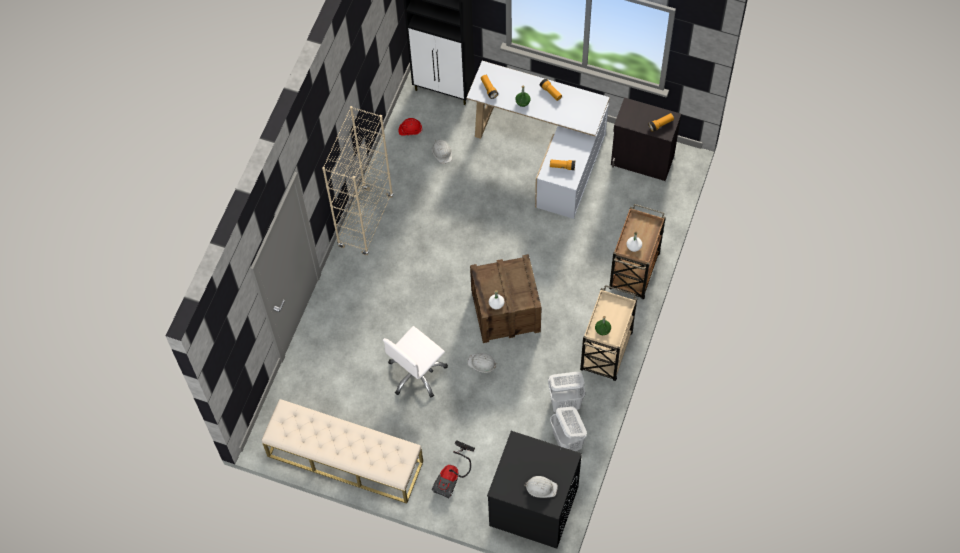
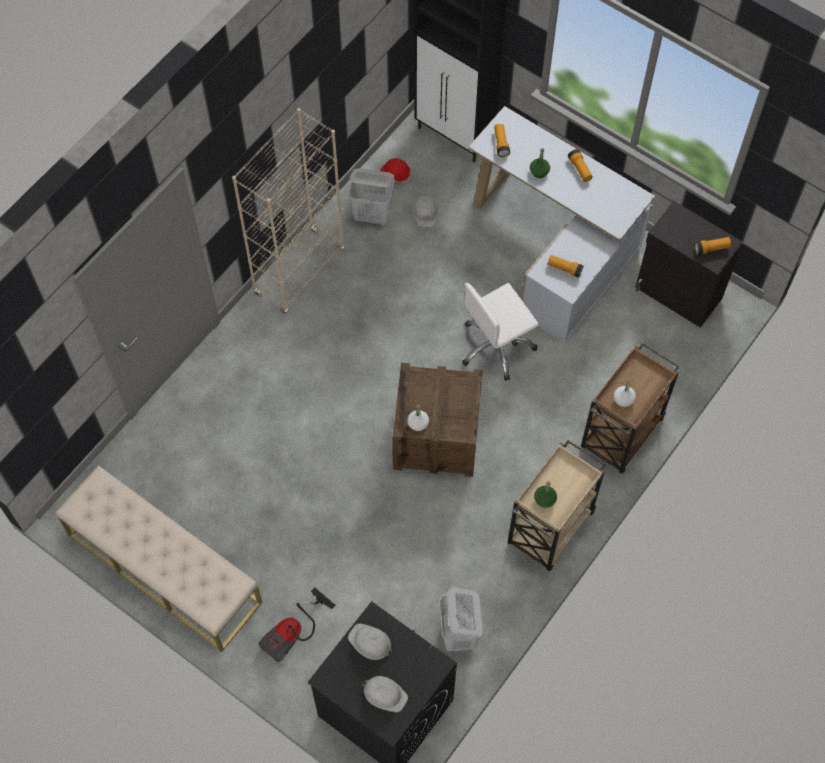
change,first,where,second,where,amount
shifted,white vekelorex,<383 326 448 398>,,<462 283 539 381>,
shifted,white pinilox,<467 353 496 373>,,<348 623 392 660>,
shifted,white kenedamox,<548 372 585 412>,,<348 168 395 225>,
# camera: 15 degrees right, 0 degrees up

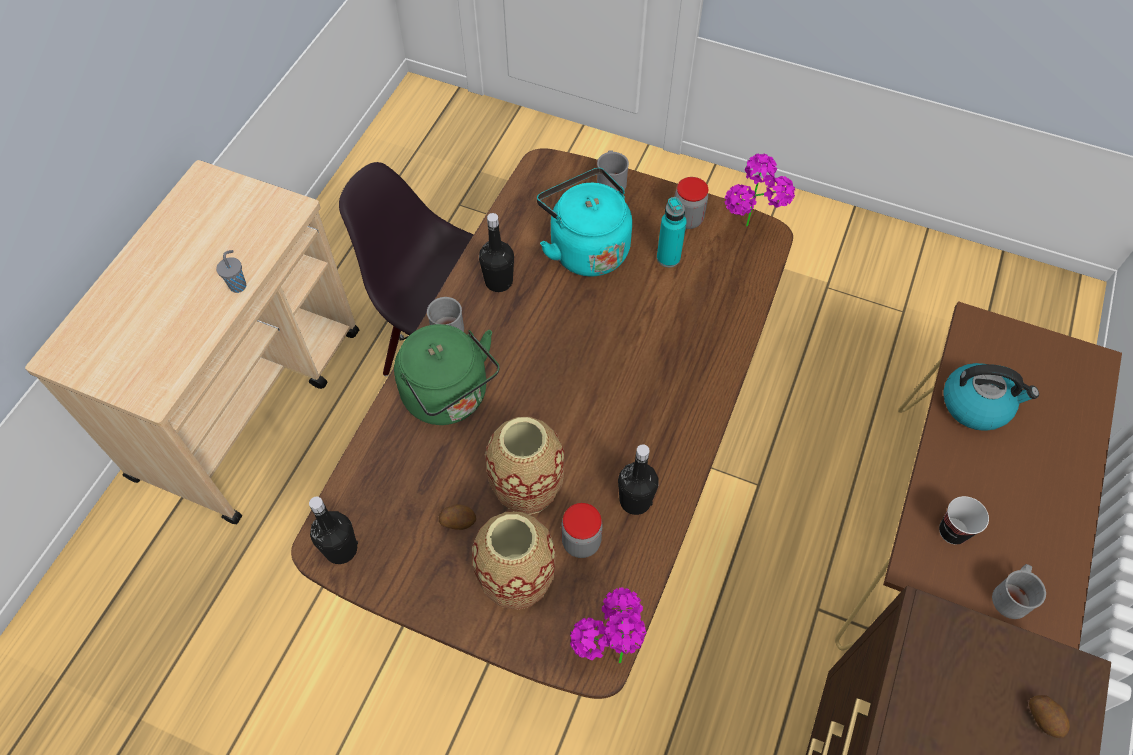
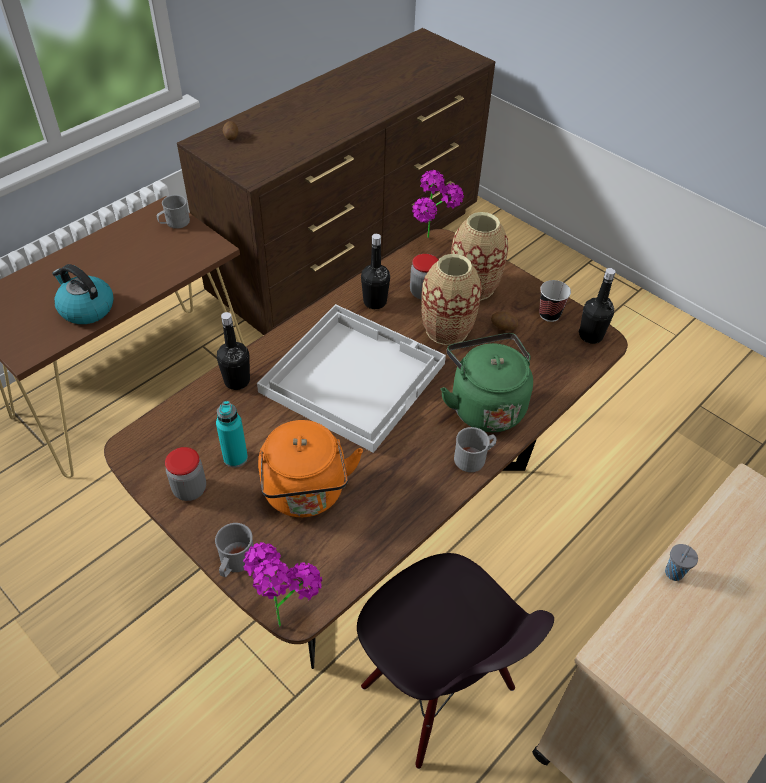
change,first,where,second,where,amount
new,,,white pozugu,<257 304 446 453>,
shifted,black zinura,<479 213 514 292>,,<217 312 250 390>,
shifted,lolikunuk,<725 153 795 227>,,<243 542 322 627>,
shifted,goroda,<939 496 989 544>,,<539 280 571 322>,
repainted,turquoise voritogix,<537 168 632 276>,orange voritogix,<258 420 363 517>,
# camera: 160 degrees left, 10 degrees down

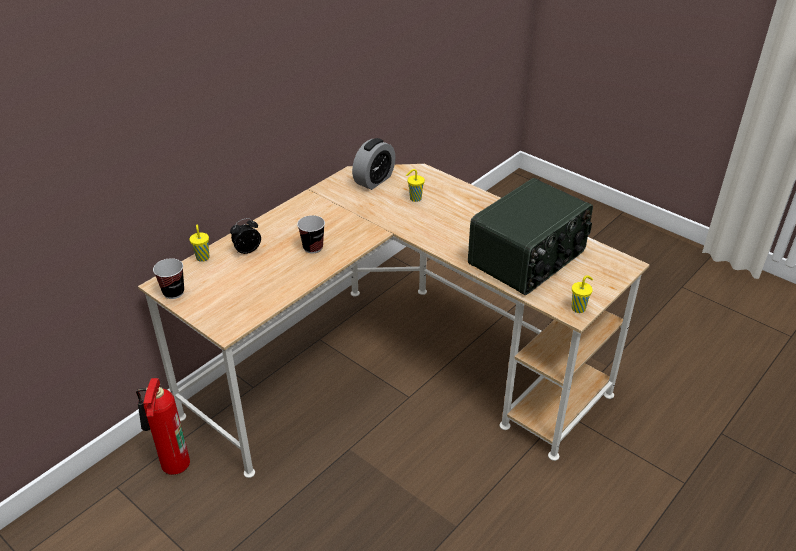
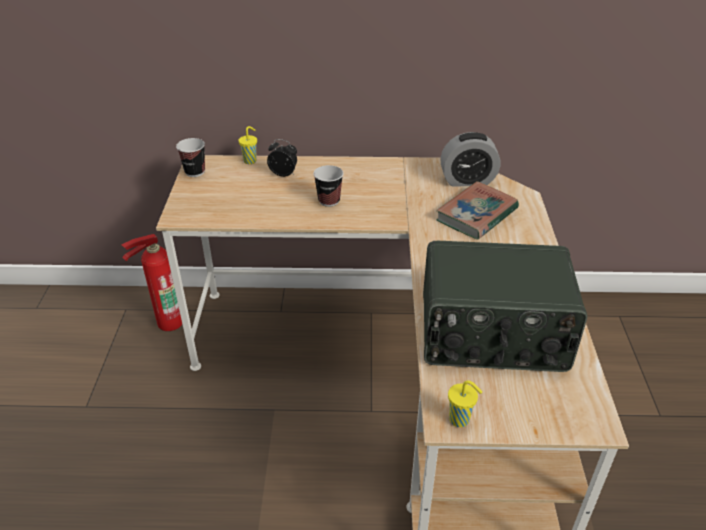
change,first,where,second,where,amount
swapped,yellow goroda,<406 169 425 202>,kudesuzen,<436 181 519 239>,
# camera: 50 degrees right, 0 degrees up

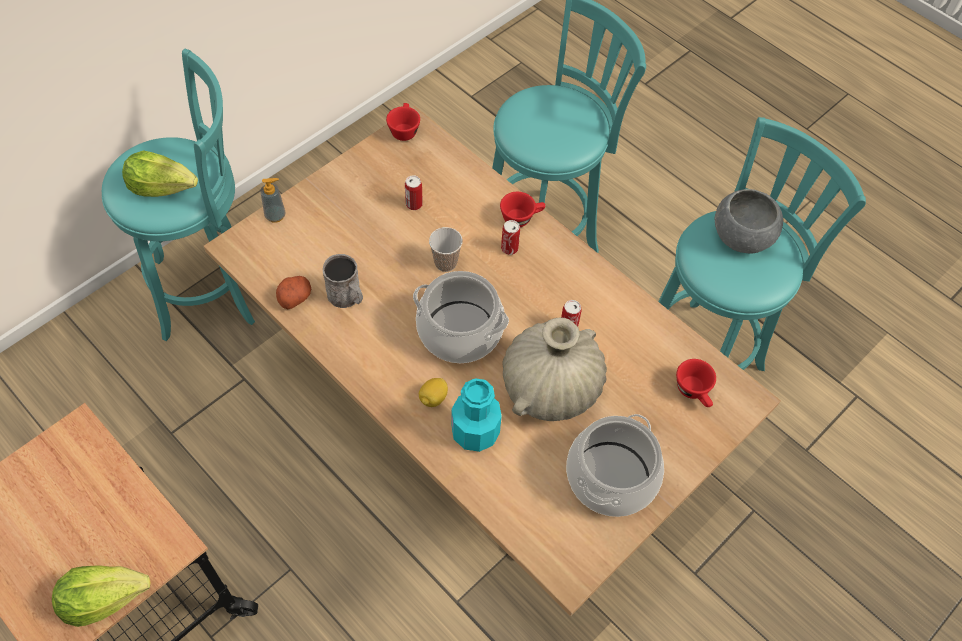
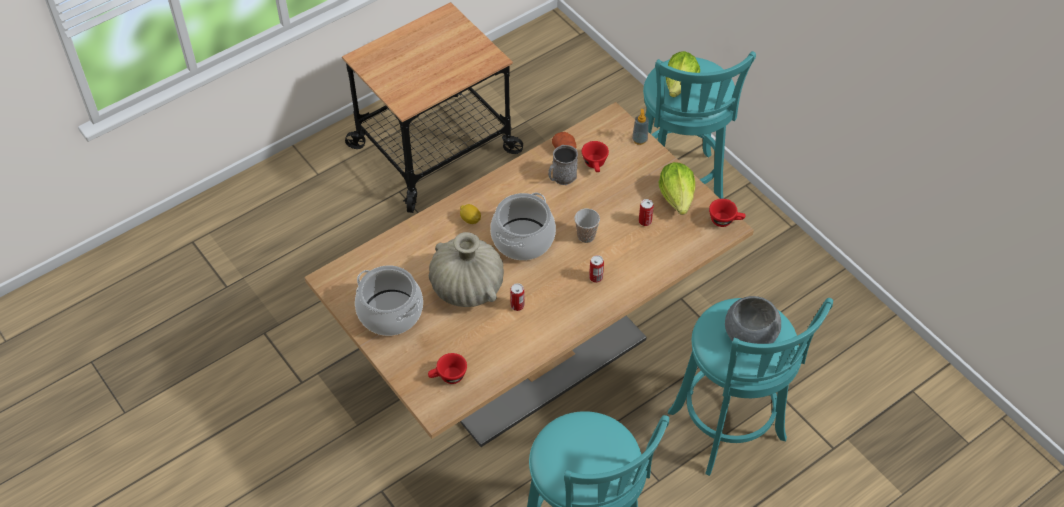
change,first,where,second,where,amount
gone,turquoise zinura,<451 378 502 452>,,,
shifted,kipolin,<52 565 151 627>,,<659 162 695 215>,
shifted,red goroda,<500 192 545 227>,,<582 141 609 172>,
shifted,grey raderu,<715 189 783 253>,,<725 296 781 344>,
# camera: 100 degrees right, 5 degrees down

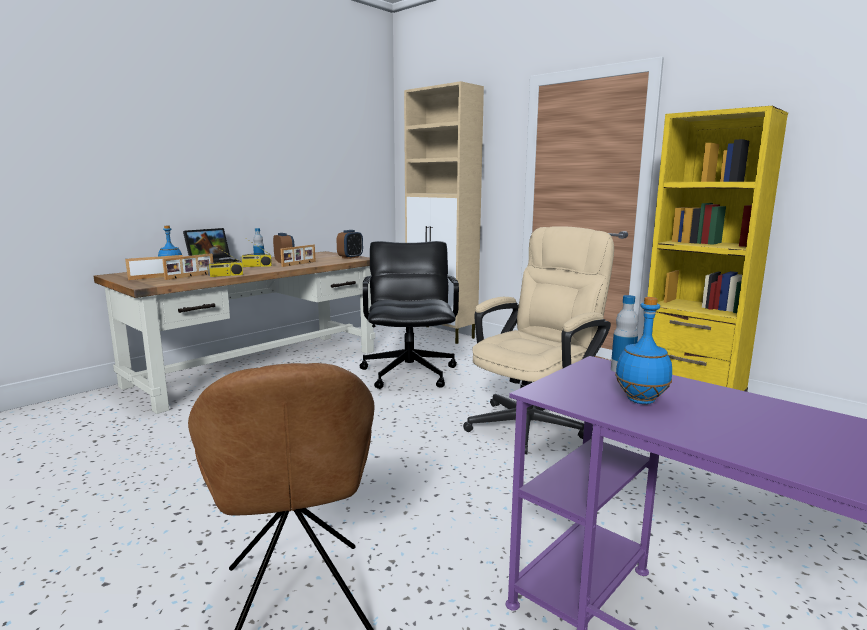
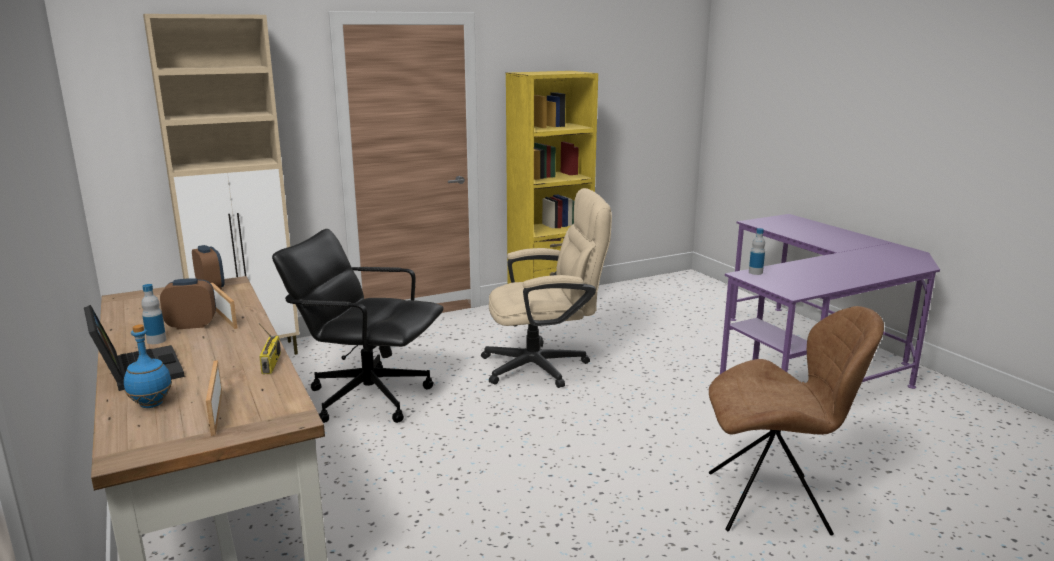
change,first,where,second,where,amount
gone,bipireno,<162 254 213 280>,,,
gone,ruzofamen,<240 238 272 267>,,,
gone,blue zinura,<615 297 672 404>,,,
rotated,beige vekelorex,<463 226 614 455>,,<481 188 612 388>,105 degrees clockwise
# camera: 70 degrees left, 5 degrees up

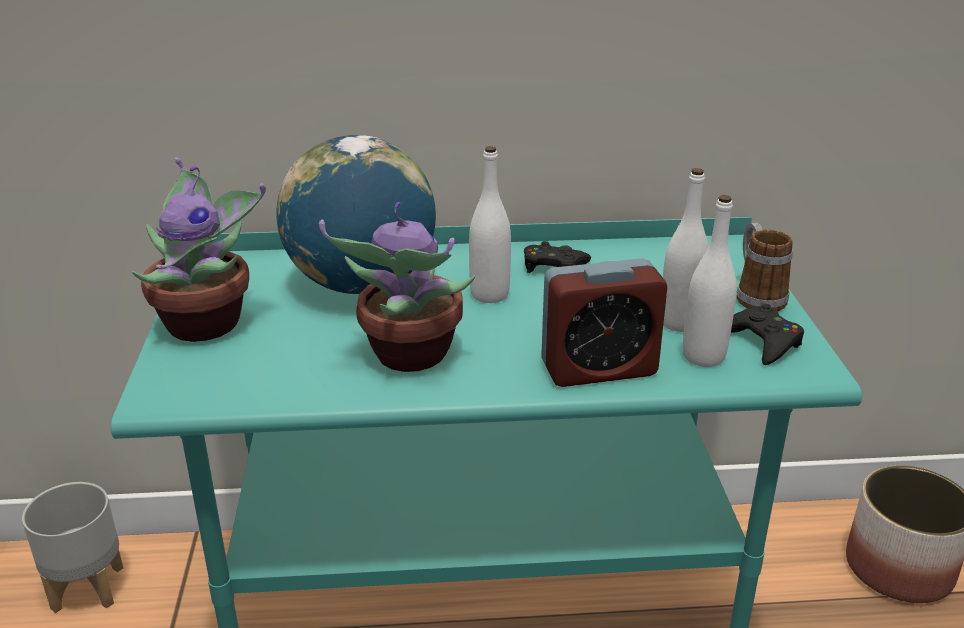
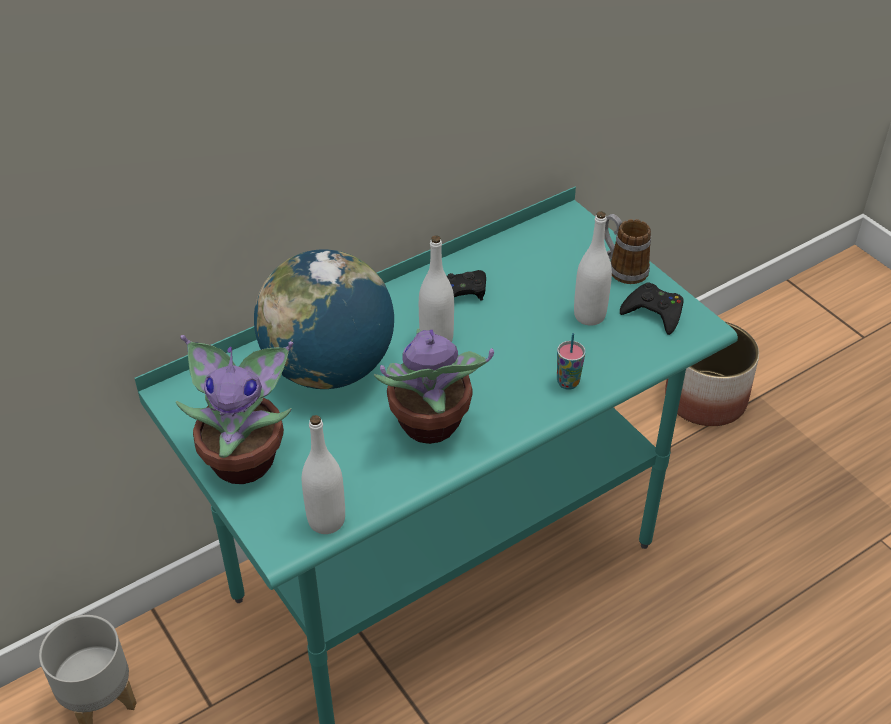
change,first,where,second,where,amount
shifted,white zinura,<683 195 737 367>,,<302 415 345 534>,
swapped,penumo,<541 259 667 387>,goroda,<557 333 586 390>,
# camera: 30 degrees left, 15 degrees up

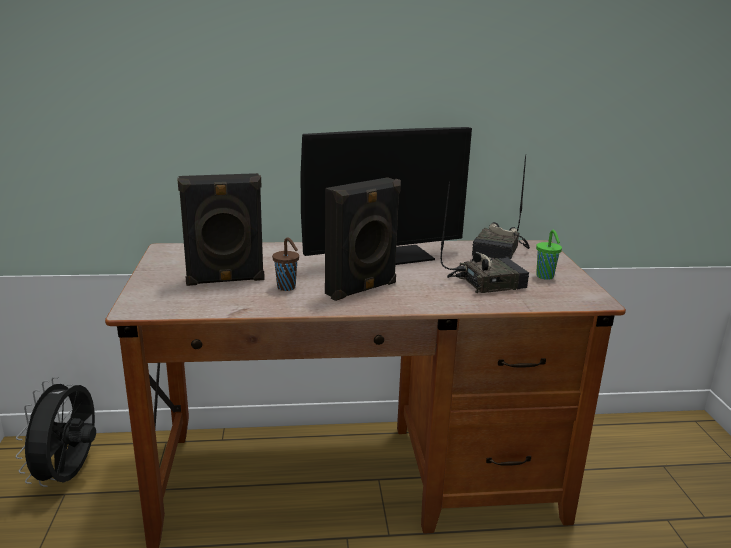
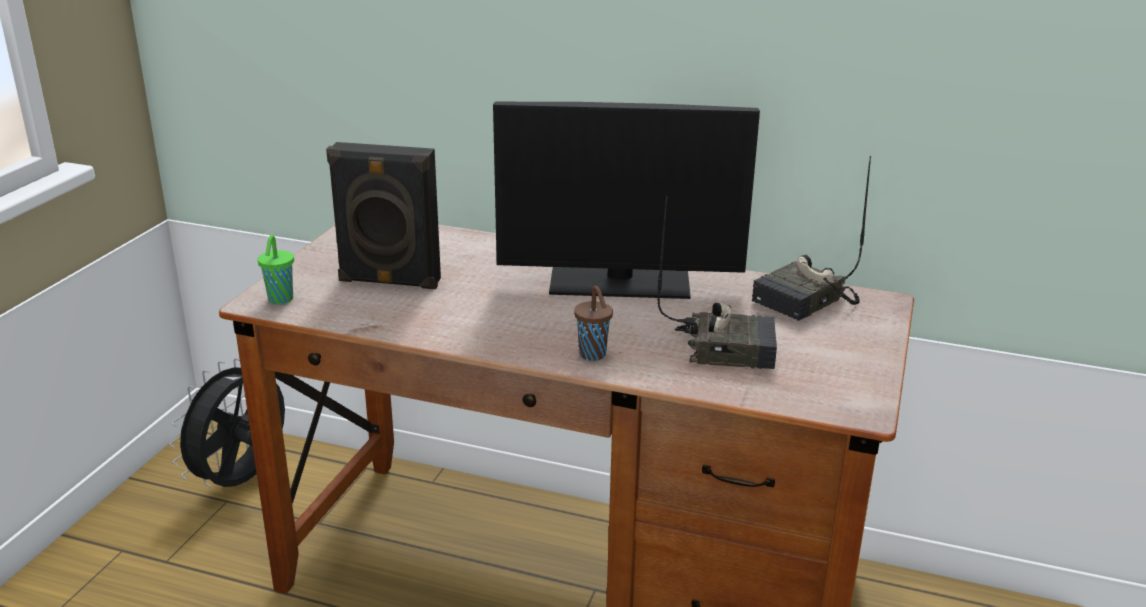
change,first,where,second,where,amount
gone,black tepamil,<325 177 401 301>,,,
shifted,brown goroda,<272 237 299 291>,,<574 286 613 361>,
shifted,green goroda,<536 230 562 280>,,<257 235 294 304>,
# camera: 25 degrees right, 5 degrees up

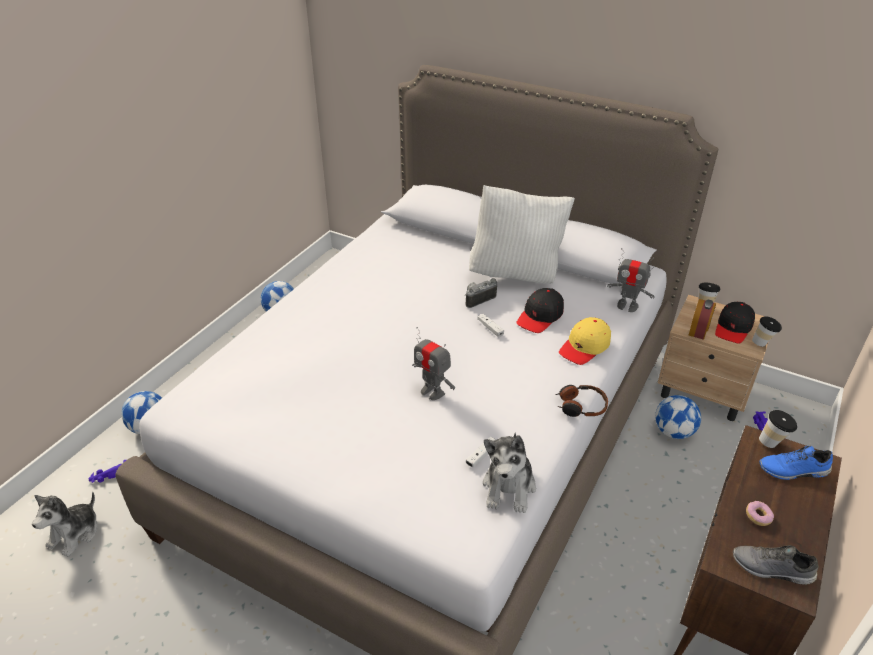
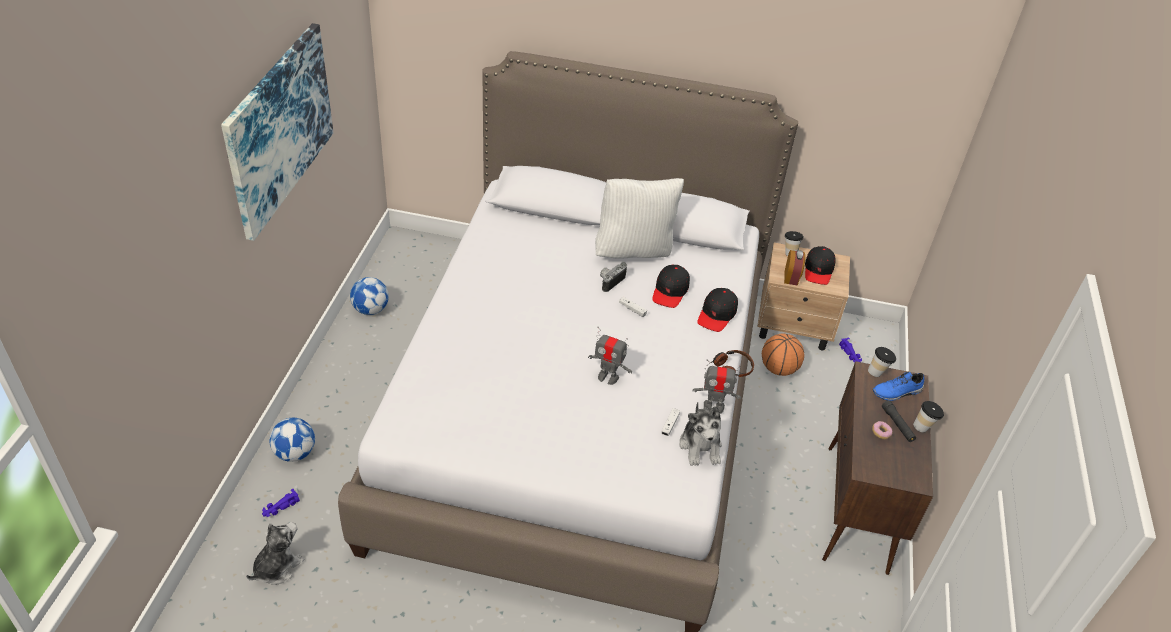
change,first,where,second,where,amount
gone,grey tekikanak,<733 545 818 585>,,,
new,,,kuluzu,<221 23 334 241>,
new,,,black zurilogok,<882 400 916 442>,
shifted,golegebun,<607 248 655 312>,,<693 359 741 414>,
shifted,goroda,<752 316 782 347>,,<913 401 944 433>,
swapped,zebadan,<655 395 701 439>,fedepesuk,<762 333 805 376>,
repainted,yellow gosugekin,<559 317 611 365>,black gosugekin,<697 288 738 332>,
rotated,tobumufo,<32 492 98 557>,,<246 522 304 585>,150 degrees counterclockwise
# camera: 20 degrees left, 5 degrees up

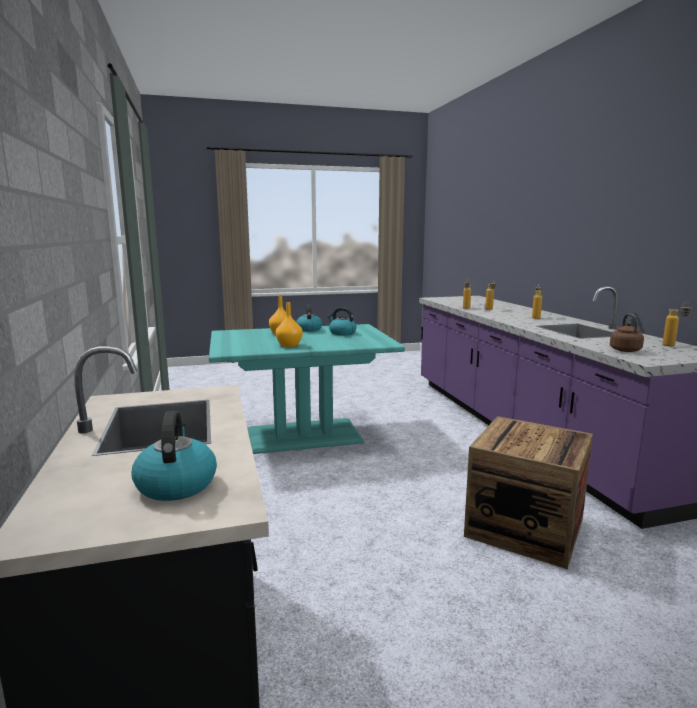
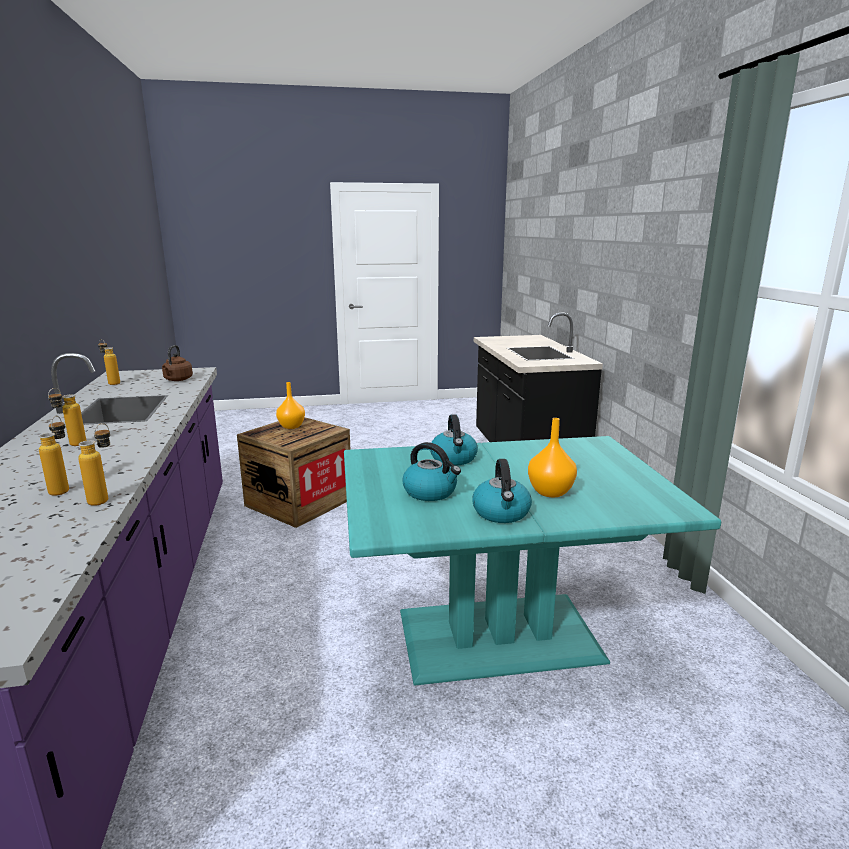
change,first,where,second,where,amount
shifted,voritogix,<131 411 217 501>,,<430 414 478 466>,
shifted,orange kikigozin,<276 302 303 347>,,<276 382 305 429>,
# camera: 175 degrees left, 5 degrees up

